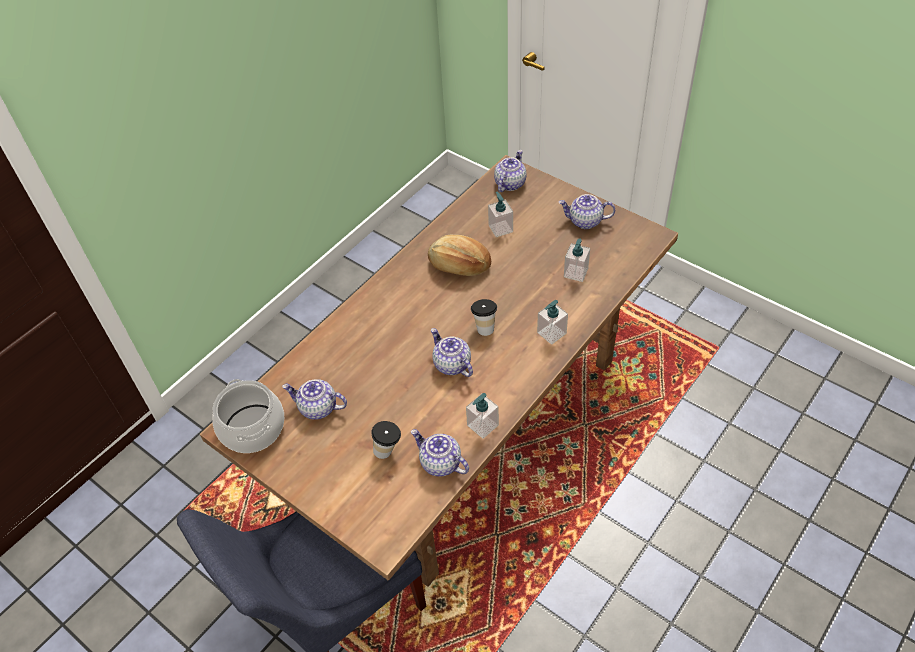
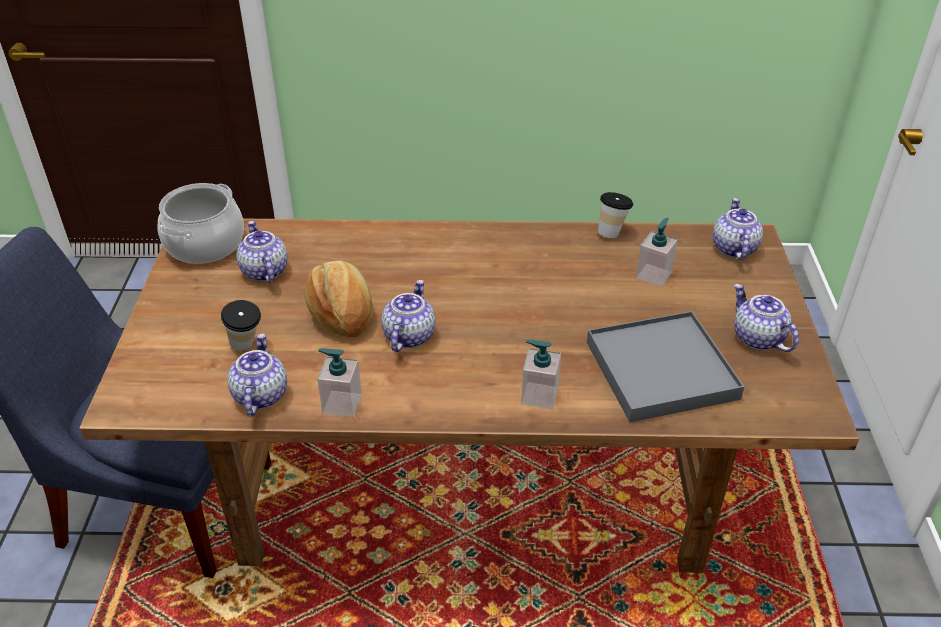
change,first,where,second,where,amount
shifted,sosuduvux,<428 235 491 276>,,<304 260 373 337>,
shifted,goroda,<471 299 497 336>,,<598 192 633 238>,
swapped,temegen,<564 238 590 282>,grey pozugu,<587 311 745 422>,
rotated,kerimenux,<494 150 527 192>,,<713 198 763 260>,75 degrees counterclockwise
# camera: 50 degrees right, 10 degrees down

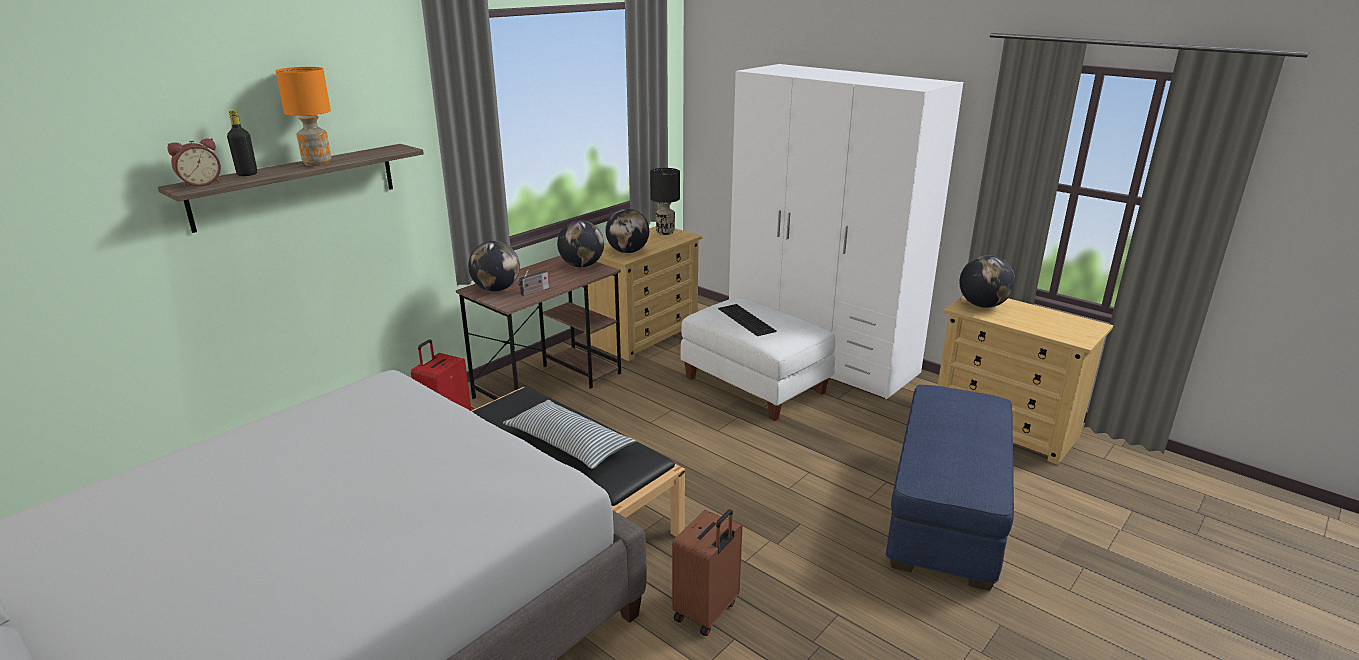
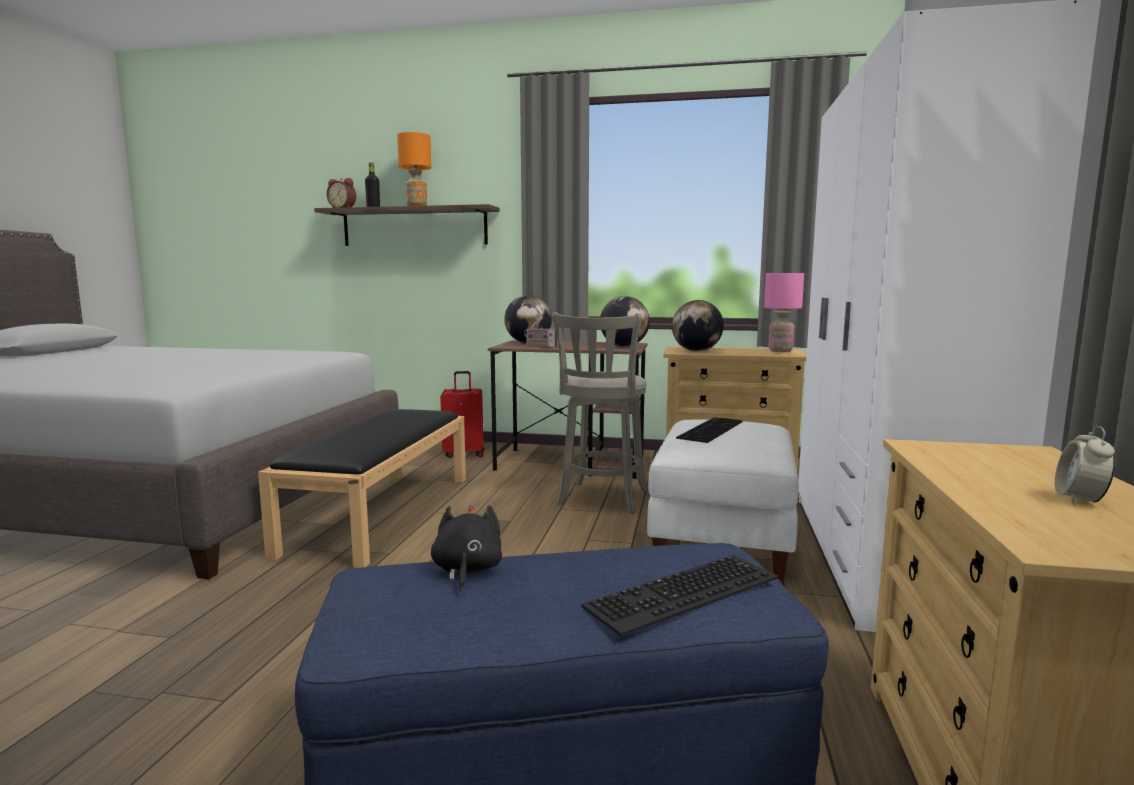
change,first,where,second,where,amount
gone,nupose,<503 400 636 469>,,,
gone,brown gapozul,<672 509 742 636>,,,
gone,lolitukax,<959 255 1015 308>,,,
new,,,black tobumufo,<431 504 502 591>,
new,,,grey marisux,<552 312 648 513>,
new,,,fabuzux,<581 555 778 636>,
new,,,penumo,<1055 426 1115 504>,
repainted,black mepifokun,<650 168 680 235>,pink mepifokun,<764 273 804 352>,
# camera: 60 degrees right, 15 degrees down

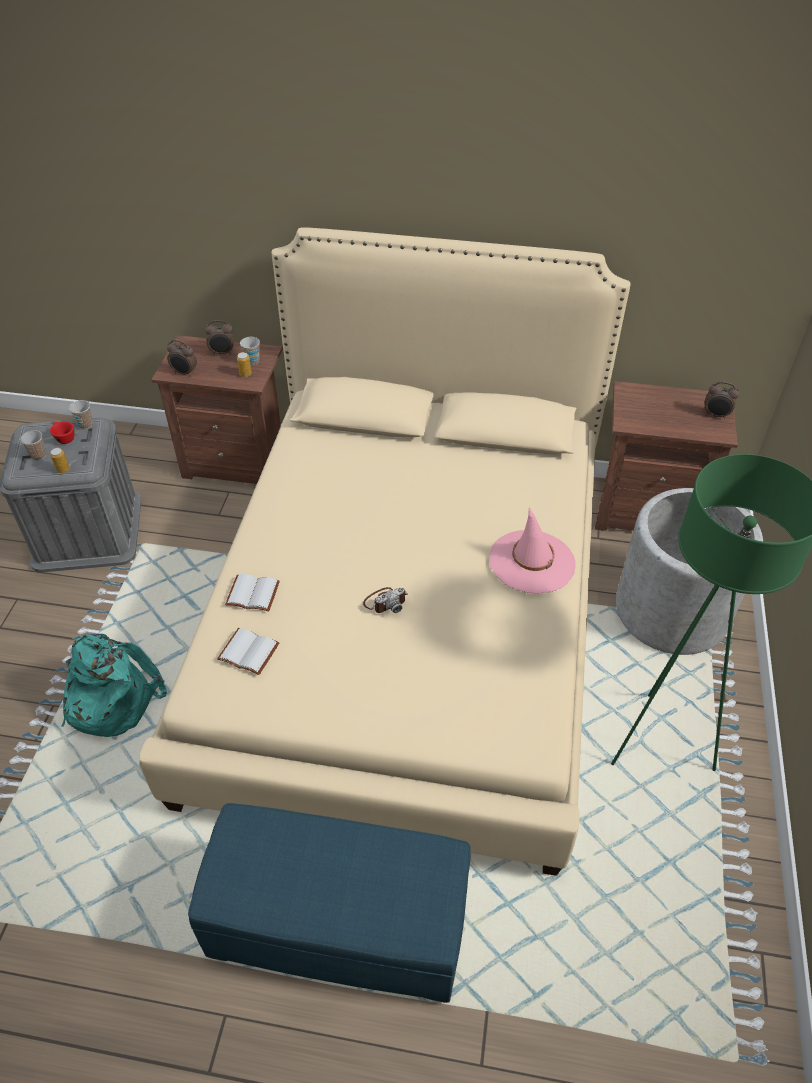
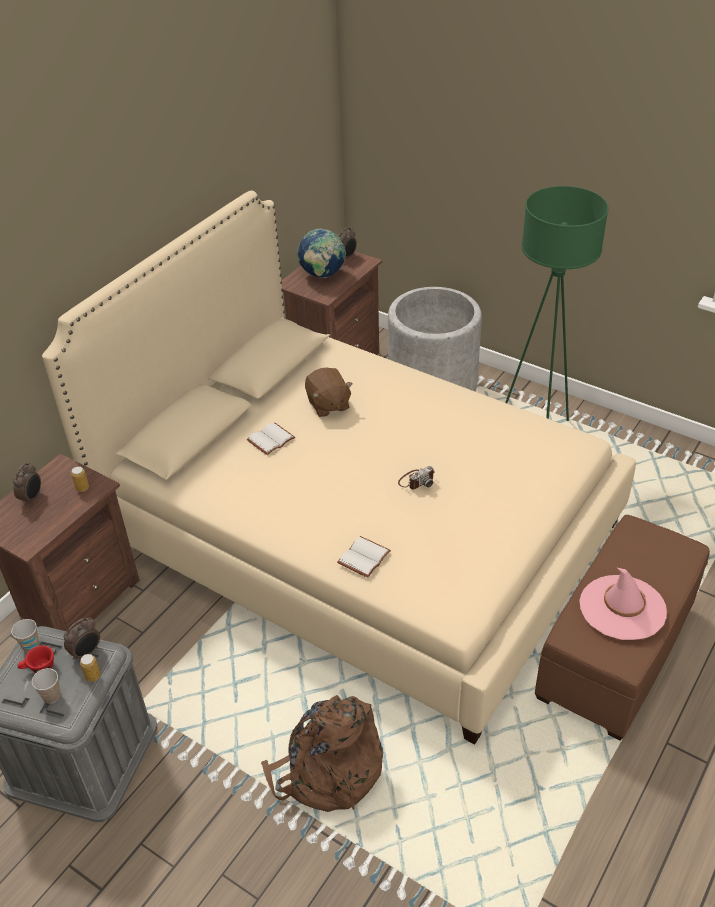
change,first,where,second,where,amount
gone,goroda,<240 337 260 365>,,,
new,,,lolitukax,<297 228 346 278>,
new,,,brown tobumufo,<305 367 353 417>,
shifted,penumo,<167 340 197 377>,,<64 617 100 661>,
shifted,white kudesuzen,<217 628 280 675>,,<246 422 295 455>,
shifted,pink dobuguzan,<489 507 576 594>,,<579 568 667 640>,
repainted,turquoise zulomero,<61 634 167 737>,brown zulomero,<261 695 383 812>,
repainted,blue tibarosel,<188 803 471 1003>,brown tibarosel,<535 515 710 741>,
rotated,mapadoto,<363 587 407 613>,,<398 466 435 490>,60 degrees clockwise
# camera: 65 degrees left, 5 degrees down

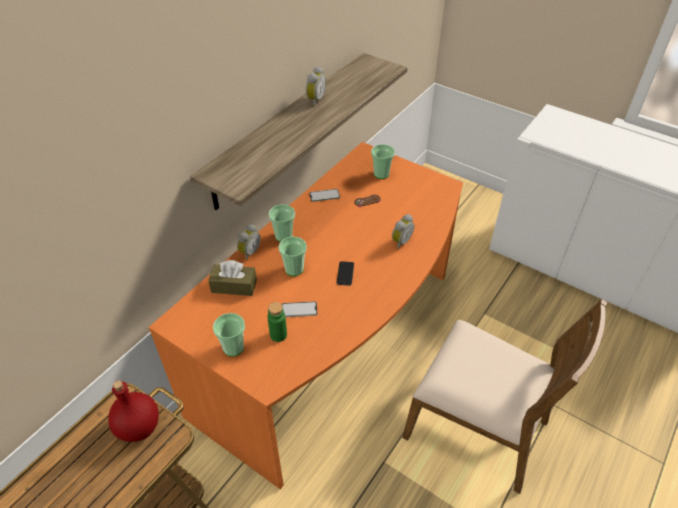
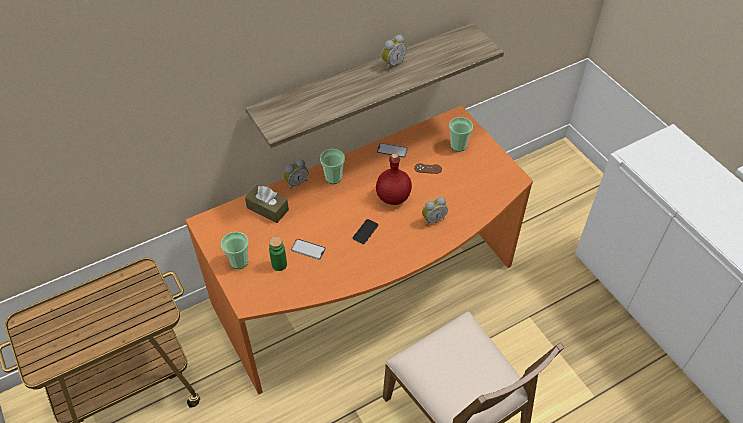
change,first,where,second,where,amount
gone,goroda,<278 237 307 276>,,,
shifted,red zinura,<108 380 159 442>,,<376 153 412 205>,
# camera: 25 degrees right, 5 degrees up

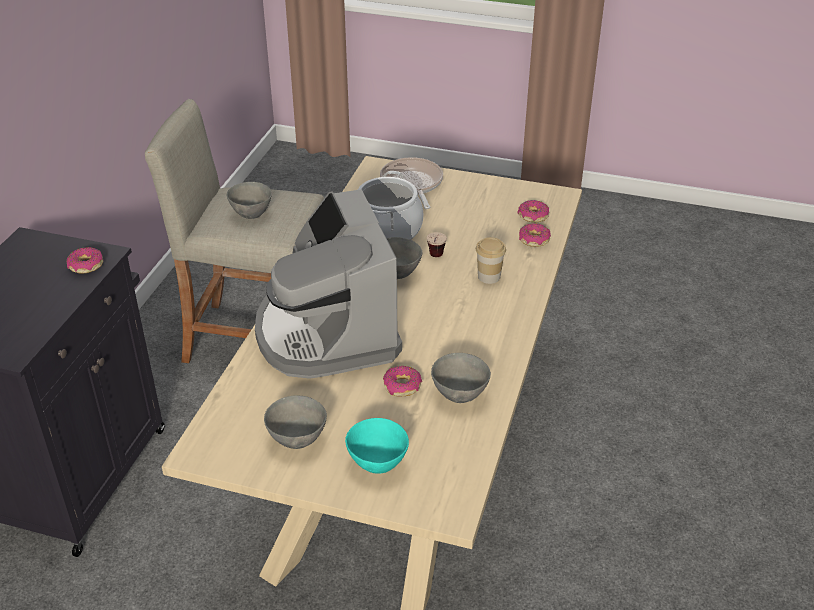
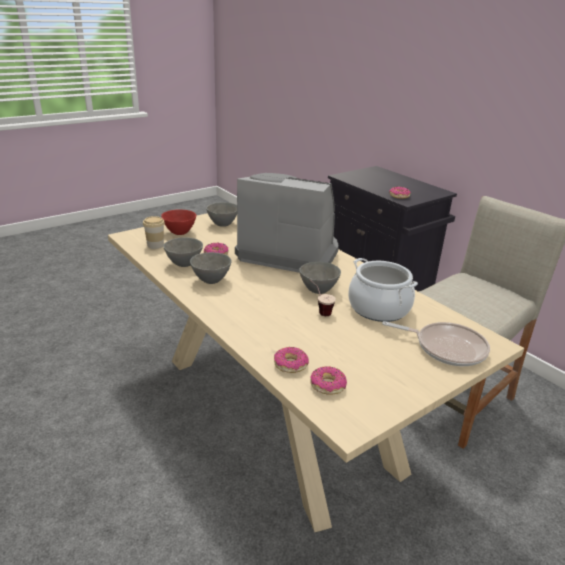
change,first,where,second,where,amount
shifted,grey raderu,<227 182 272 219>,,<190 252 232 284>,
shifted,goroda,<476 237 506 284>,,<143 216 165 249>,
repainted,turquoise raderu,<345 418 409 474>,red raderu,<161 209 196 235>,
# camera: 125 degrees right, 10 degrees down

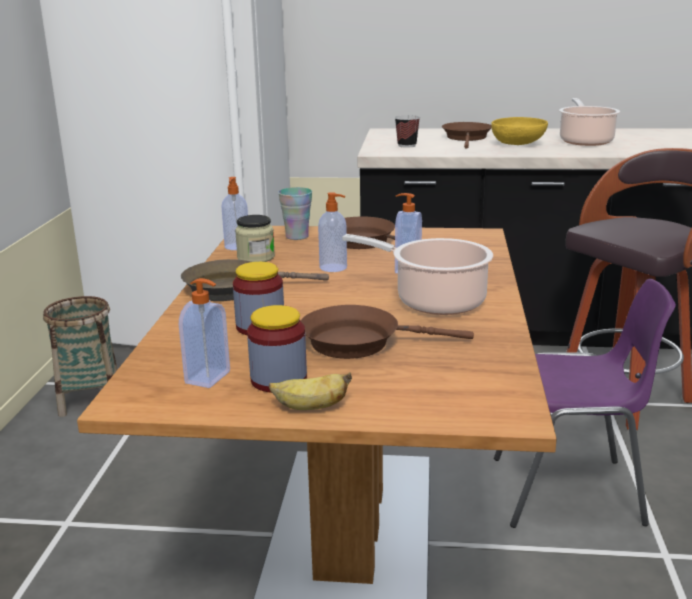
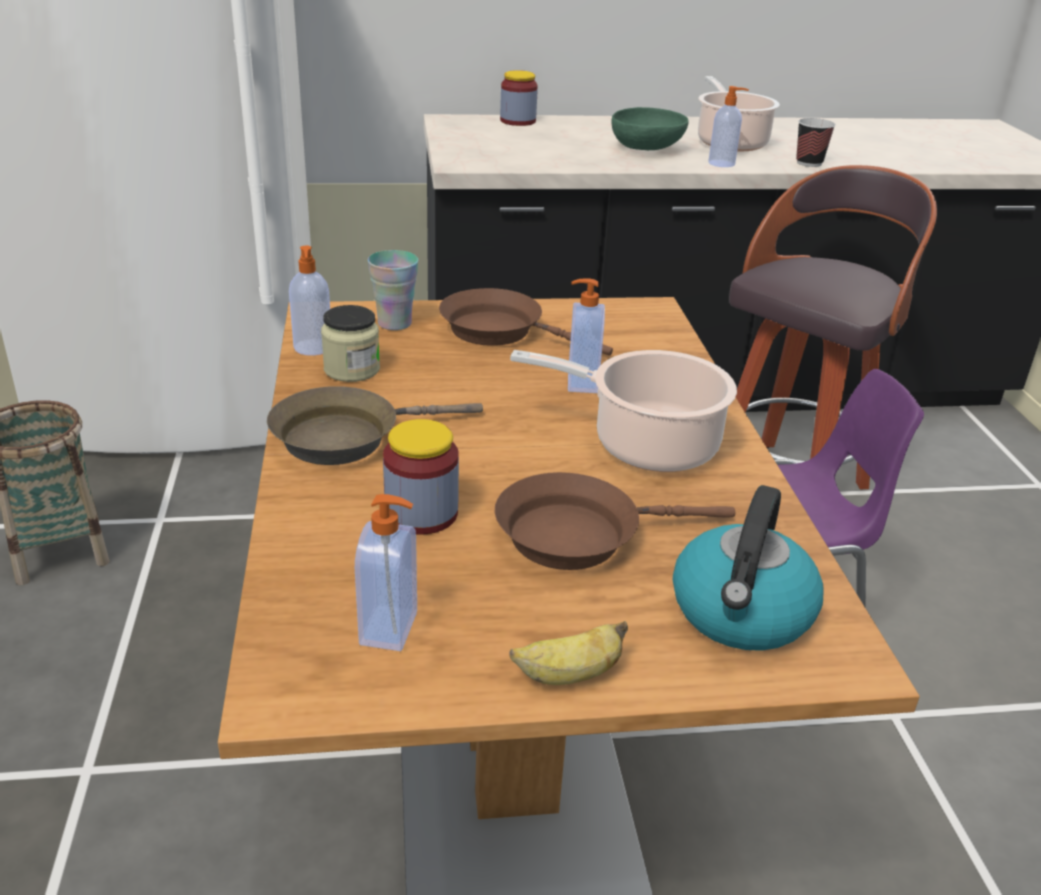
change,first,where,second,where,amount
gone,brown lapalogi,<442 122 492 149>,,,
new,,,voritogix,<673 485 824 651>,
shifted,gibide,<247 305 307 393>,,<500 70 538 126>,
shifted,temegen,<318 192 347 272>,,<708 86 749 167>,
shifted,goroda,<395 115 420 148>,,<796 118 836 167>,
repainted,yellow raderu,<491 117 548 145>,green raderu,<611 107 689 150>,
# camera: 15 degrees left, 10 degrees up

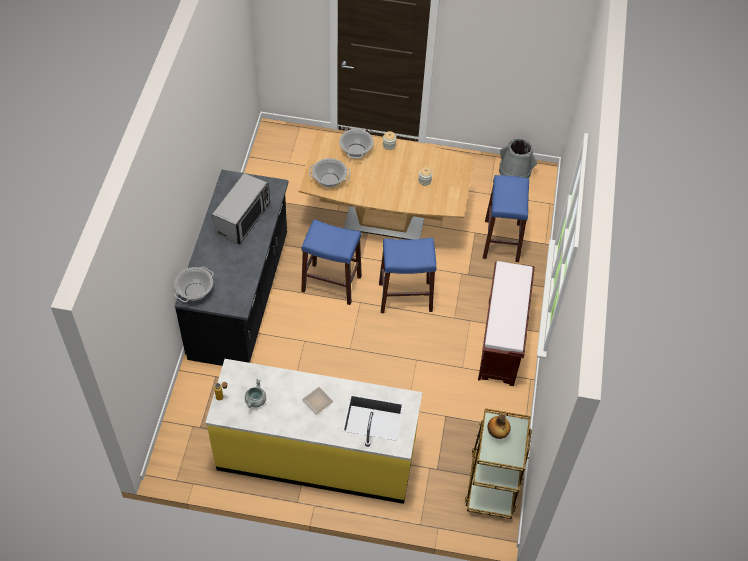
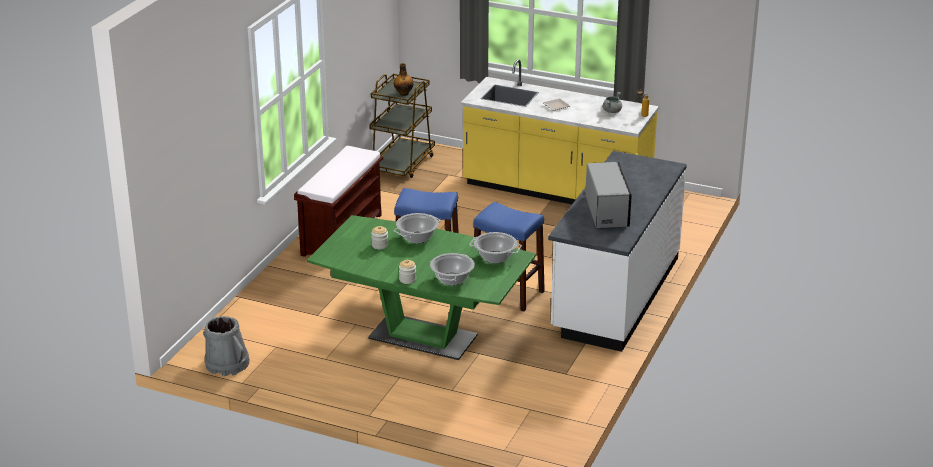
change,first,where,second,where,amount
gone,blue marisux,<483 175 529 262>,,,
shifted,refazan,<174 266 214 302>,,<394 213 441 244>,
repainted,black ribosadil,<175 170 289 366>,white ribosadil,<548 151 687 352>,
repainted,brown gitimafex,<299 132 474 240>,green gitimafex,<307 215 536 360>,
rotated,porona,<212 173 270 244>,,<585 162 632 228>,135 degrees clockwise
# camera: 165 degrees left, 25 degrees down

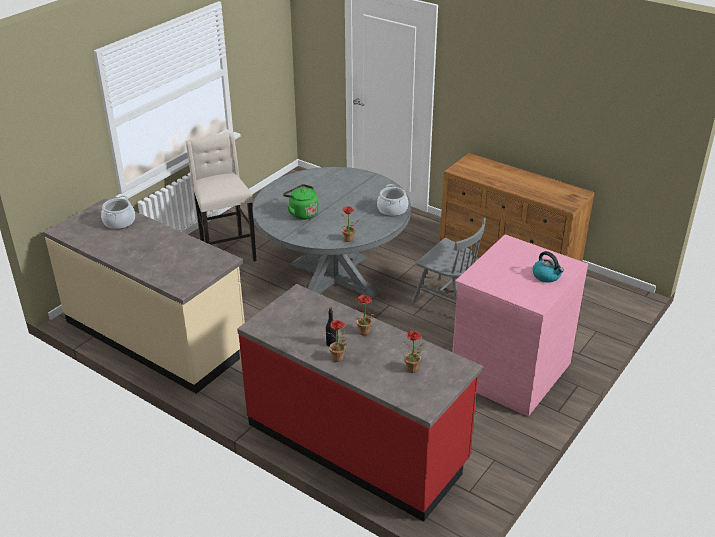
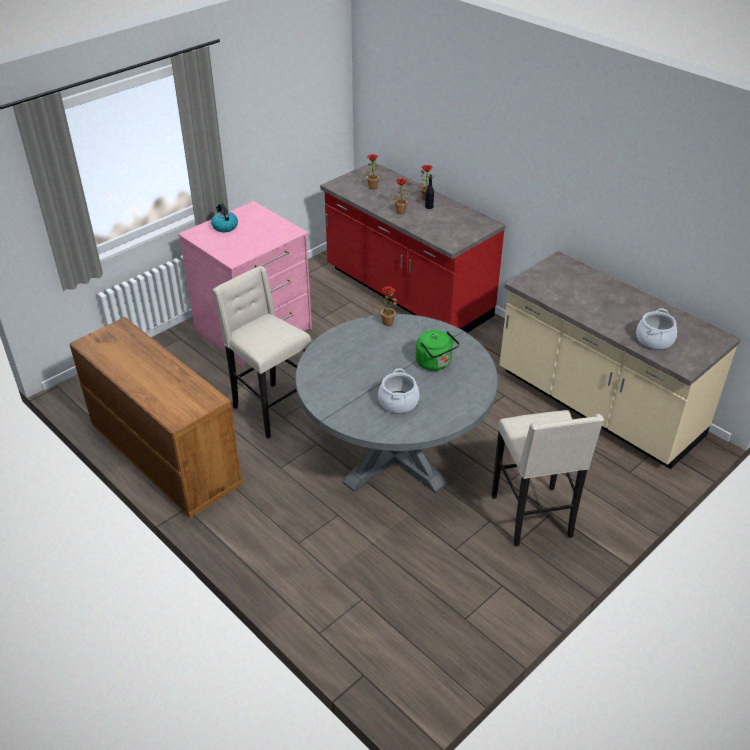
change,first,where,second,where,amount
shifted,refazan,<377 184 408 216>,,<378 368 419 414>,
swapped,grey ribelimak,<412 218 486 303>,beige marisux,<213 266 311 438>,
# camera: 170 degrees left, 5 degrees up

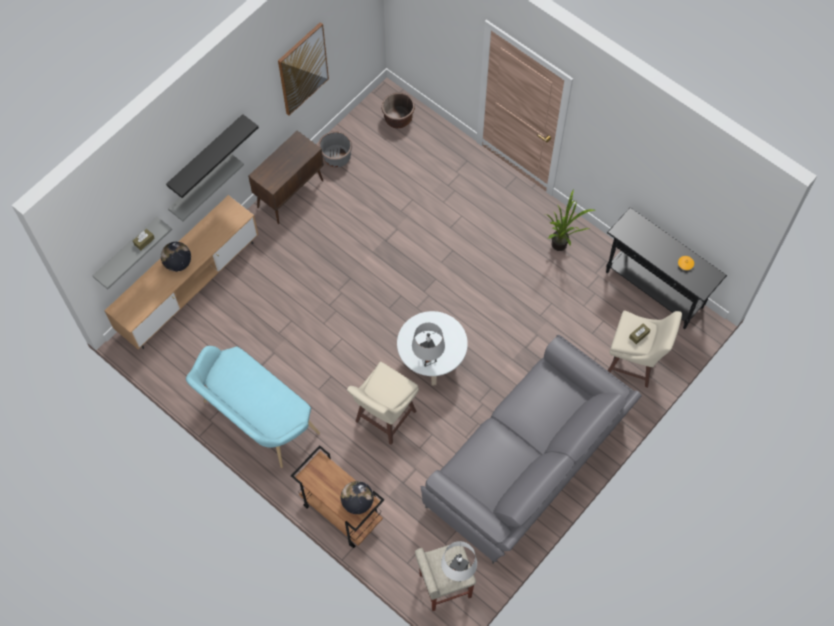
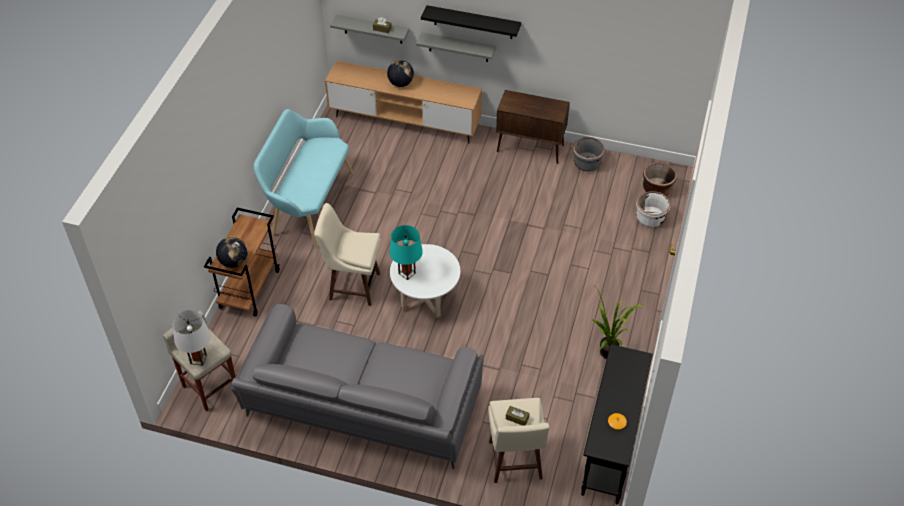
change,first,where,second,where,amount
gone,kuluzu,<278 22 329 116>,,,
new,,,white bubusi,<636 191 671 227>,
repainted,grey mepifokun,<412 323 445 367>,turquoise mepifokun,<390 225 423 280>,
# camera: 65 degrees right, 15 degrees down

